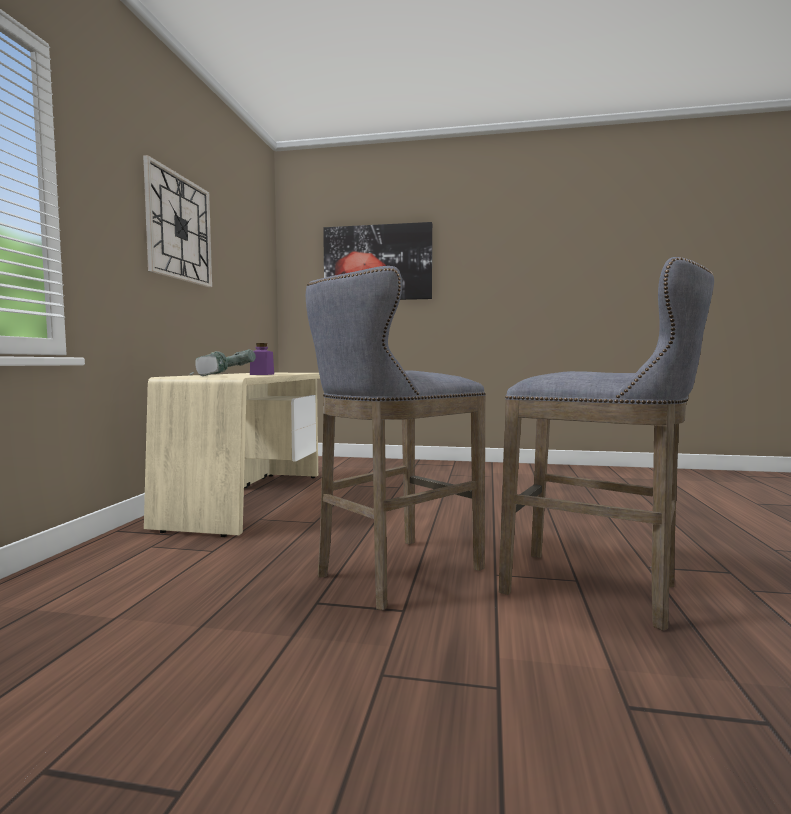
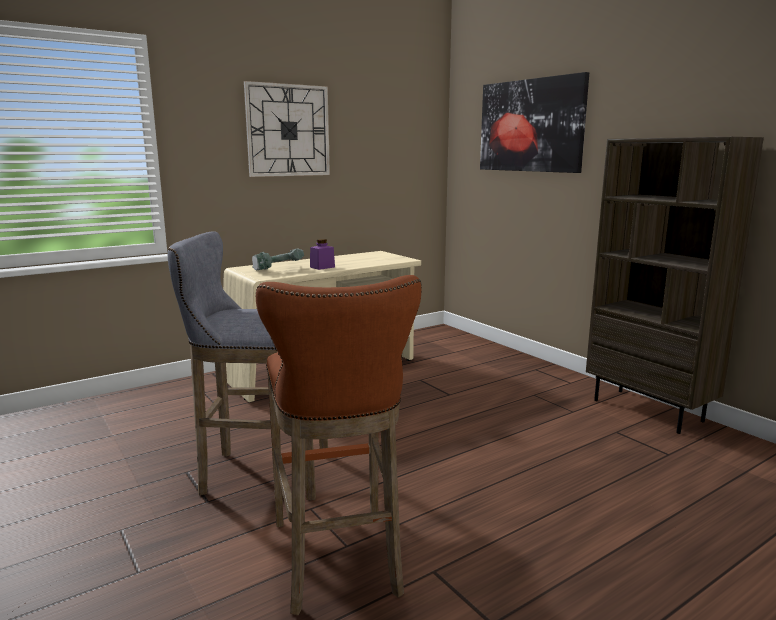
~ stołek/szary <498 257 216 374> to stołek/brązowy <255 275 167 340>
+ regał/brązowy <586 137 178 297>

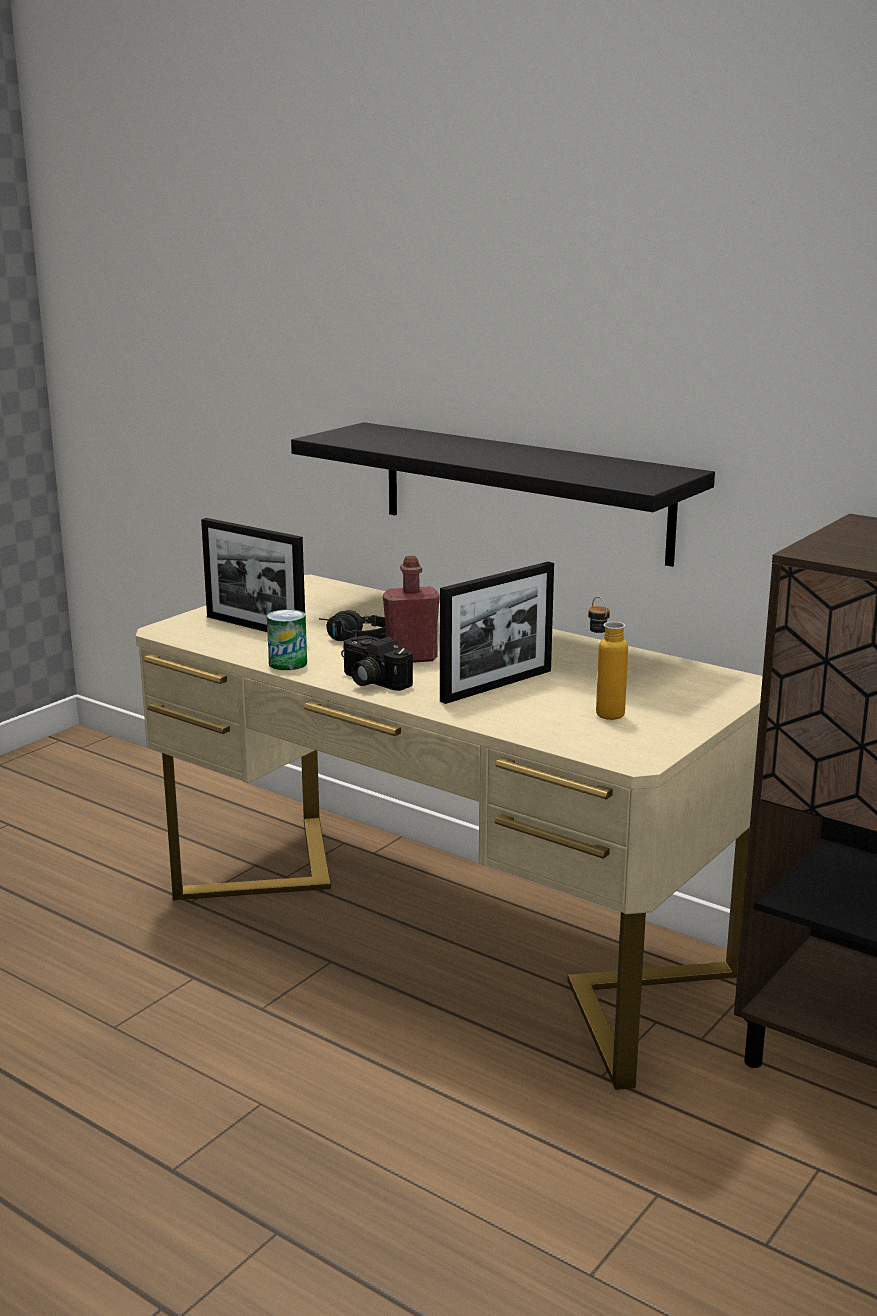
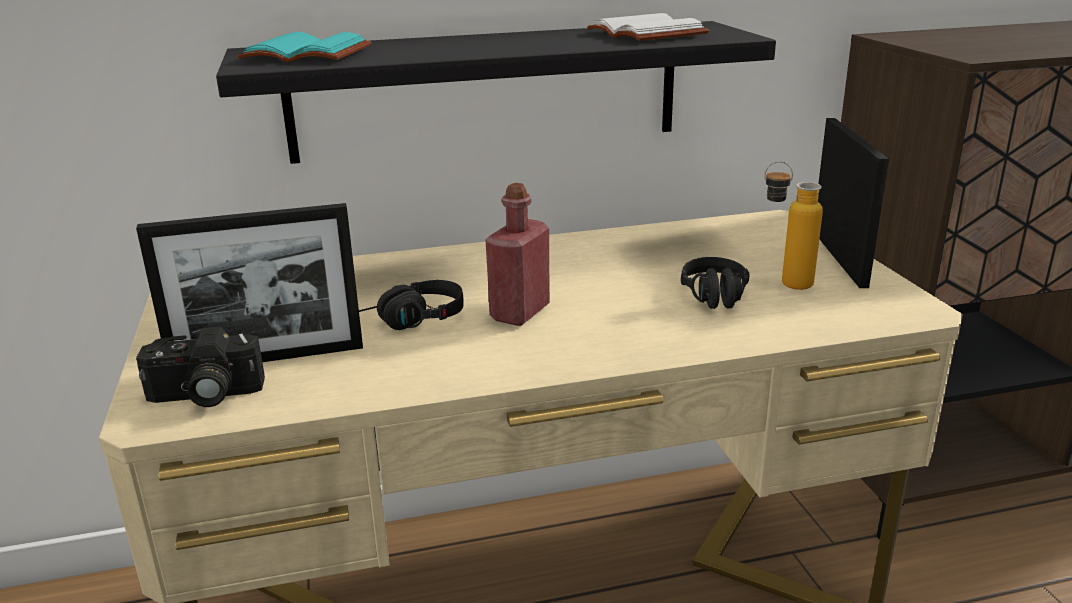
~ ramka na zdjęcie <440 561 114 143> to <818 118 71 170>
- puszka <267 609 40 61>
~ aparat fotograficzny <341 635 72 56> to <136 327 129 80>
+ książka/biały <587 13 122 28>
+ książka/turkusowy <238 32 133 30>
+ słuchawki/czarny <681 257 69 52>

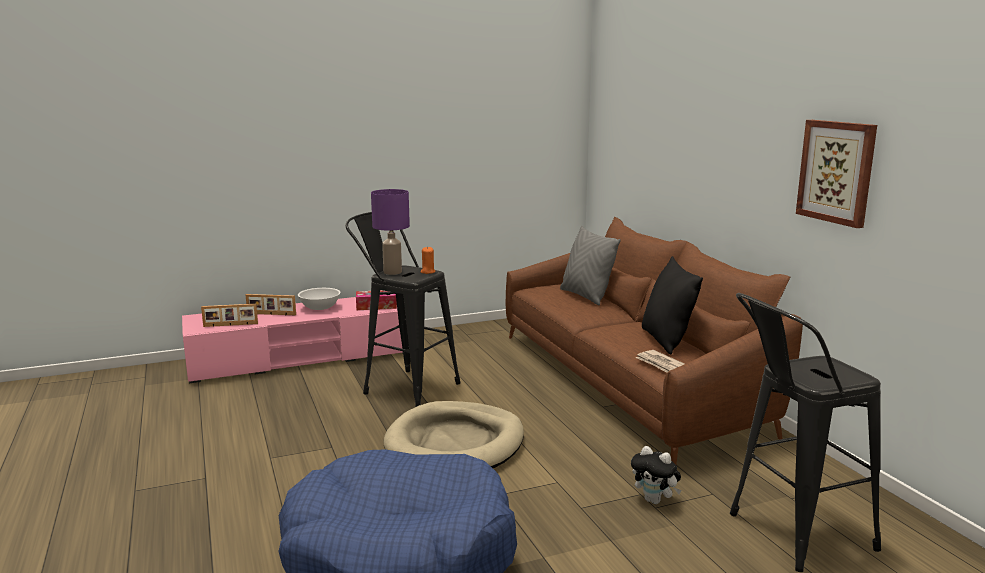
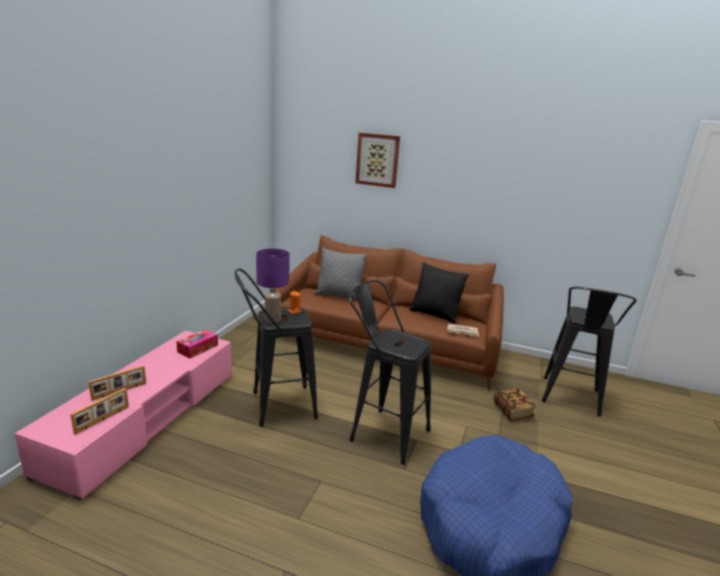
~ obraz <796 120 81 108> to <355 133 45 55>
- miska/biały <298 288 42 22>
~ legowisko/beżowy <384 401 140 67> to stołek/czarny <349 280 82 185>
~ pluszak <631 446 50 58> to książka <494 388 42 33>

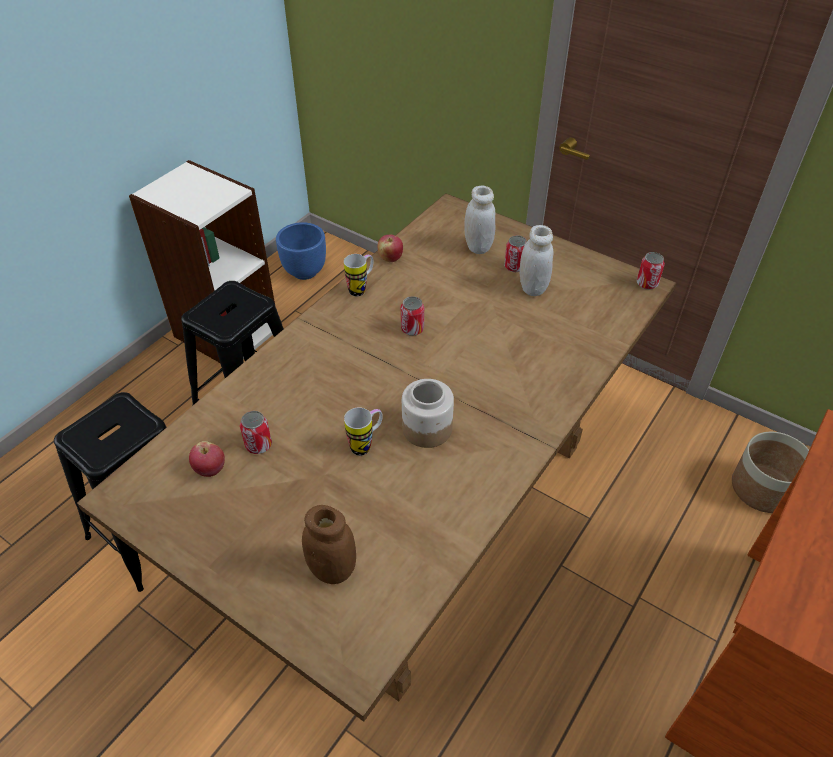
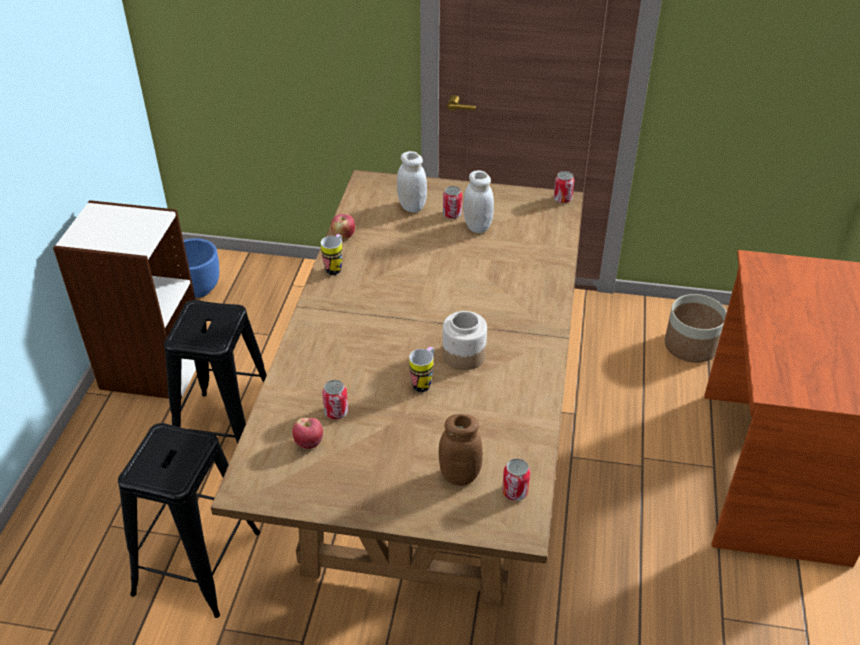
~ puszka <401 296 23 40> to <502 458 28 43>

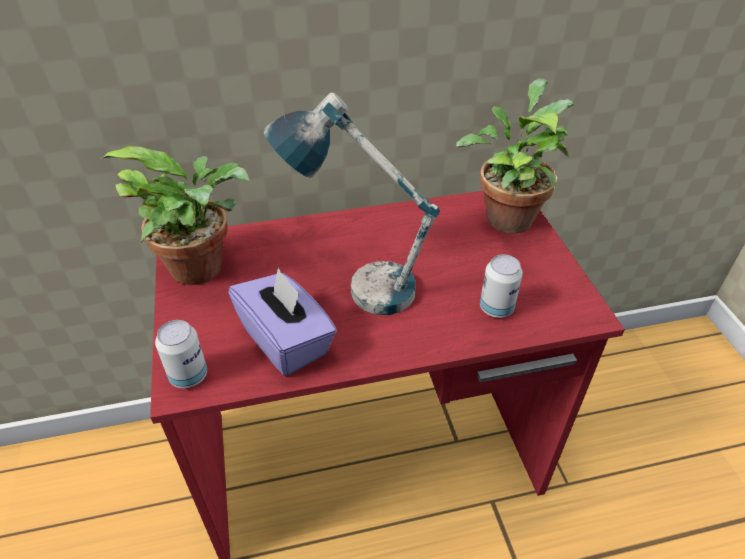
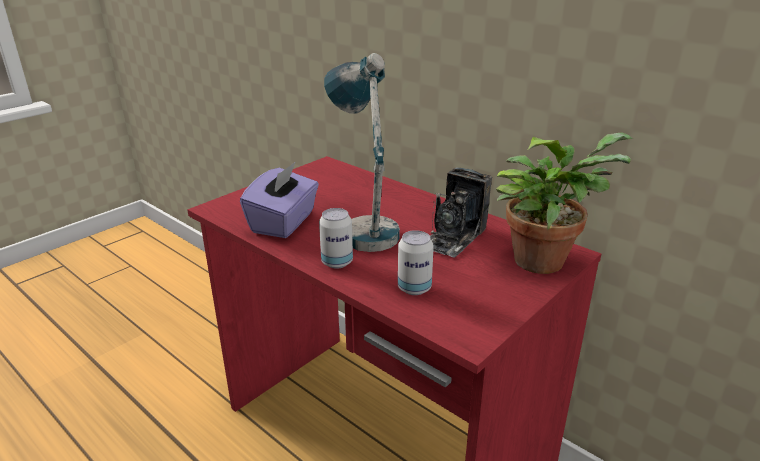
- roślina doniczkowa <100 146 149 139>
~ puszka <155 320 52 68> to <319 208 34 61>
+ aparat fotograficzny <430 167 62 90>

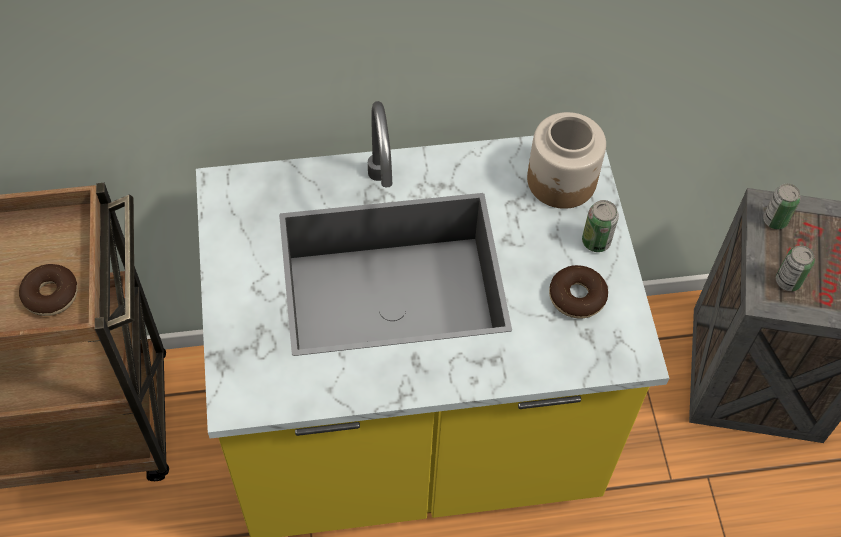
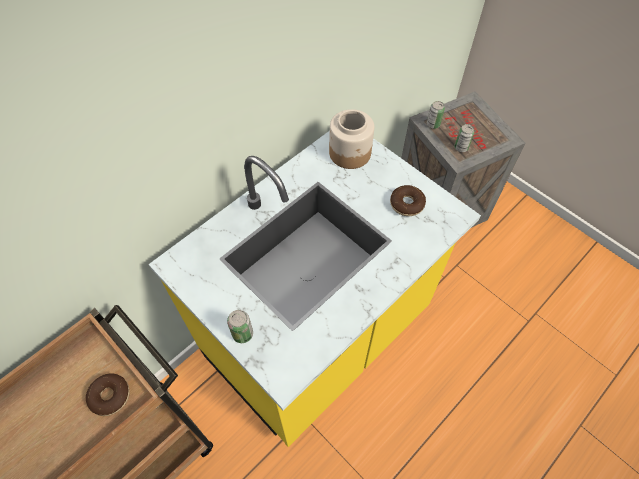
~ puszka <582 200 37 52> to <227 310 26 33>

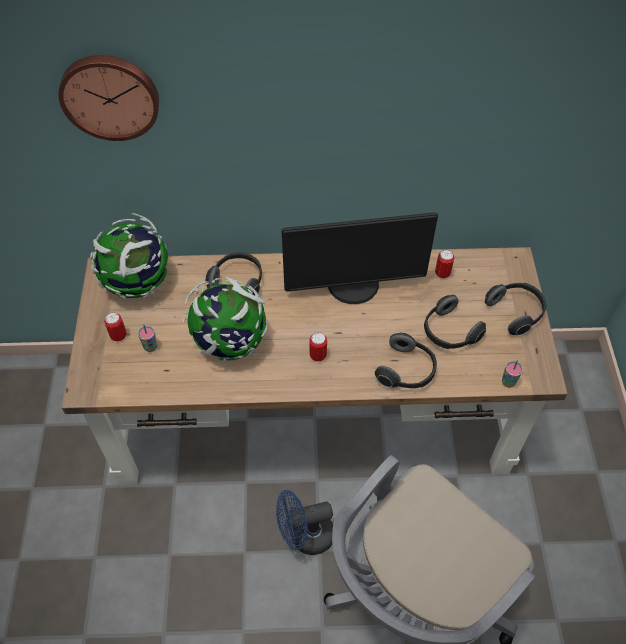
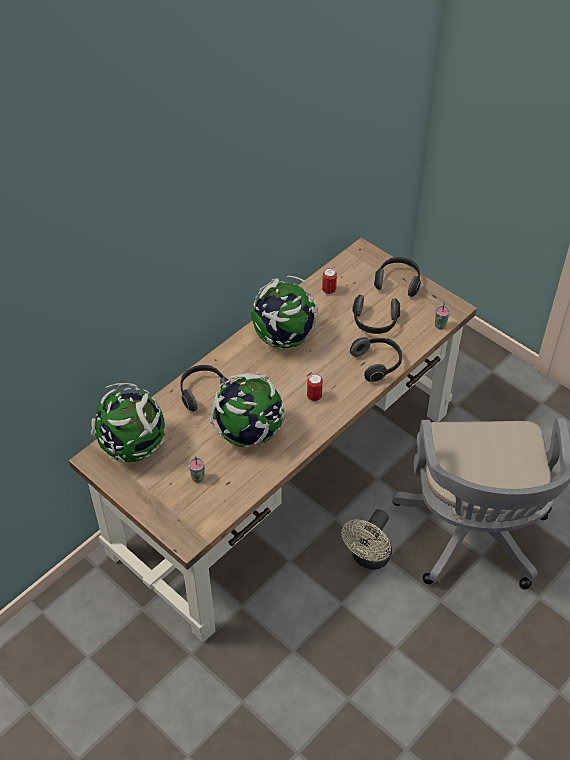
- zegar ścienny <58 55 101 86>
~ monitor <281 212 157 92> to globus <251 276 68 73>
- puszka <104 312 23 30>
~ wentylator/niebieski <276 490 57 65> to wentylator/beżowy <341 509 51 61>

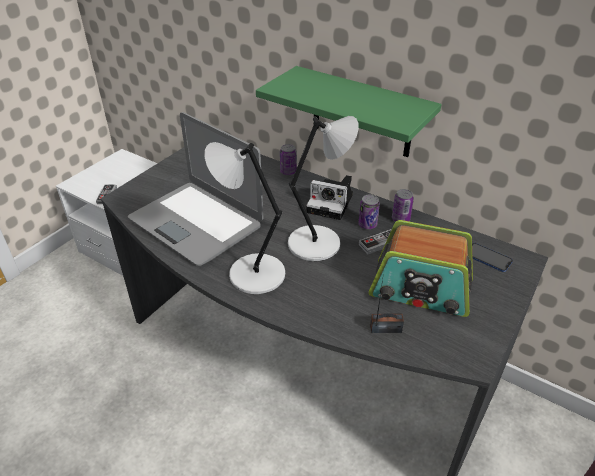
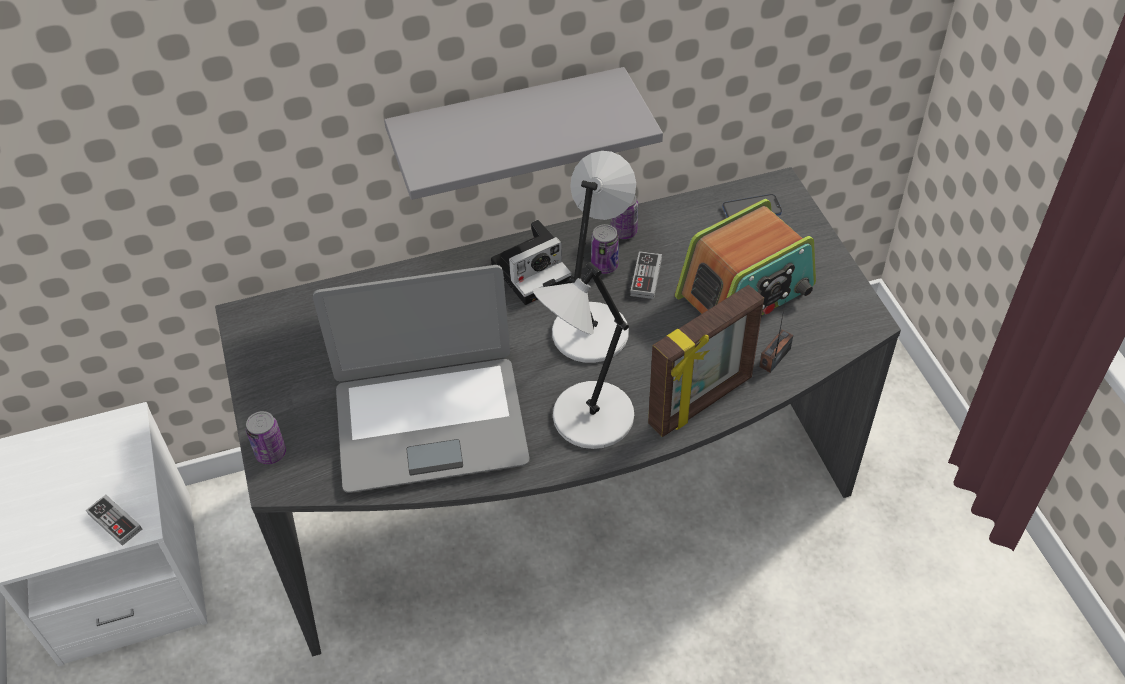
~ półka/zielony <256 66 186 91> to półka/szary <384 67 279 133>
~ puszka <280 144 17 31> to <246 411 40 53>
+ ramka na zdjęcie <648 285 116 152>

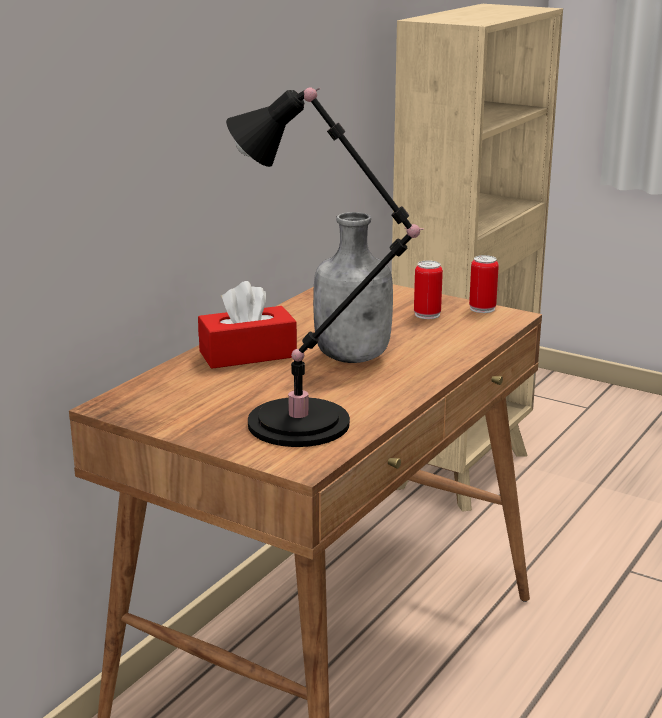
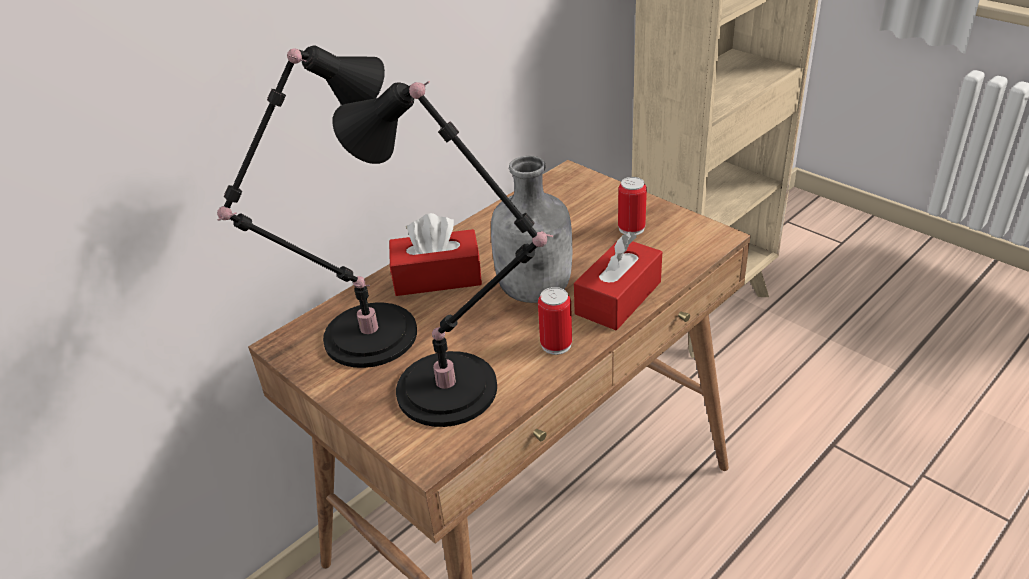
~ puszka <469 255 30 58> to <538 287 34 68>
+ lampa stołowa/czarny <217 46 200 322>
+ pudełko chusteczek/czerwony <574 232 88 98>

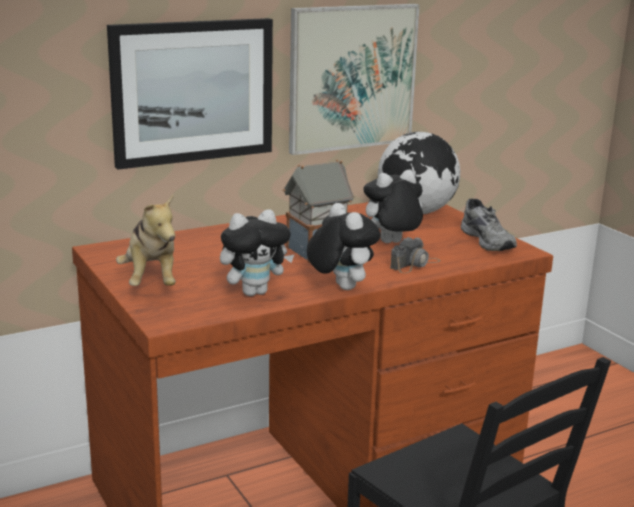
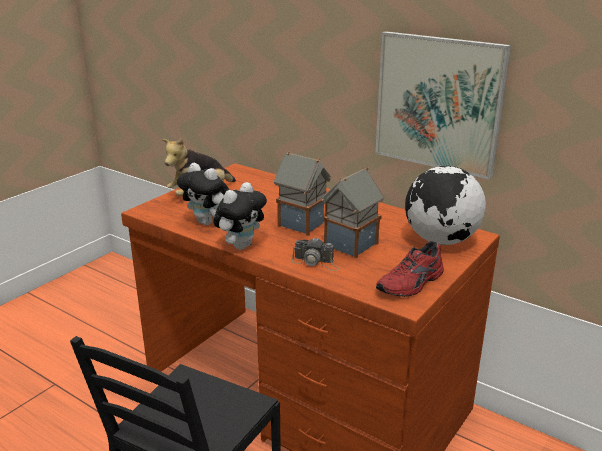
- obraz <107 18 166 152>
~ pluszak <364 169 59 74> to domek <321 167 63 91>
~ but/szary <461 199 56 52> to but/czerwony <376 241 68 56>

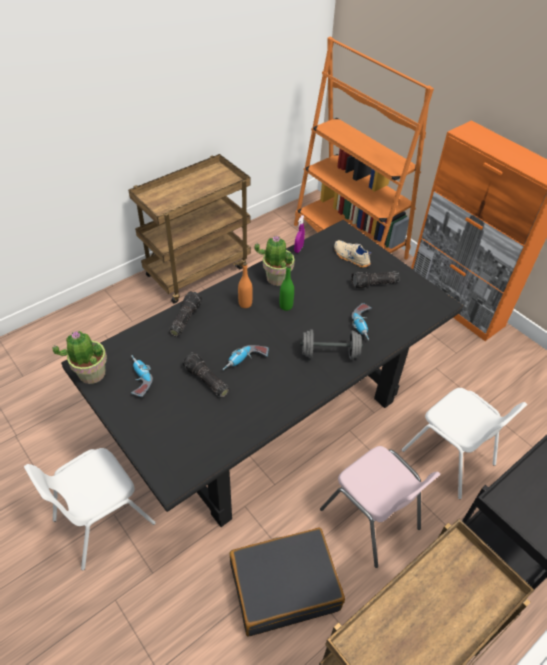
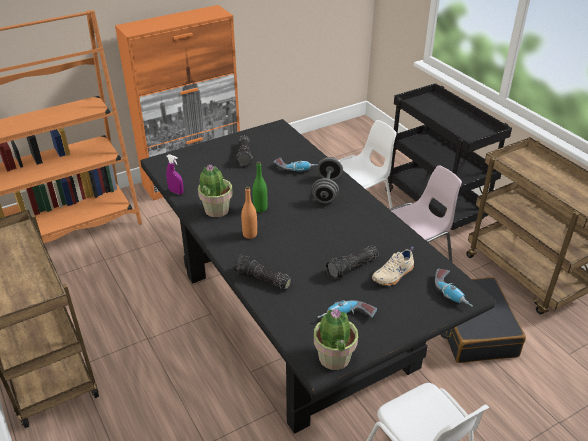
~ but/beżowy <334 240 37 28> to <372 247 42 39>
~ wiertarka <223 345 46 25> to <435 269 38 38>

